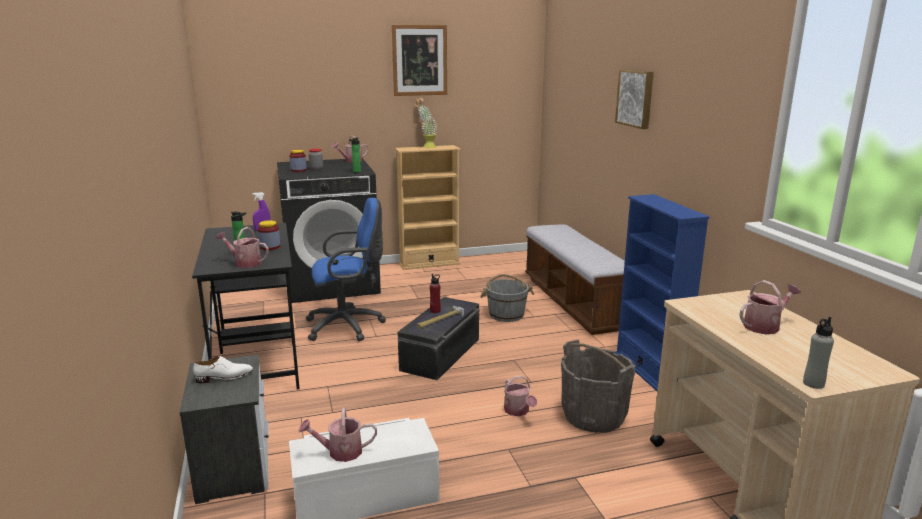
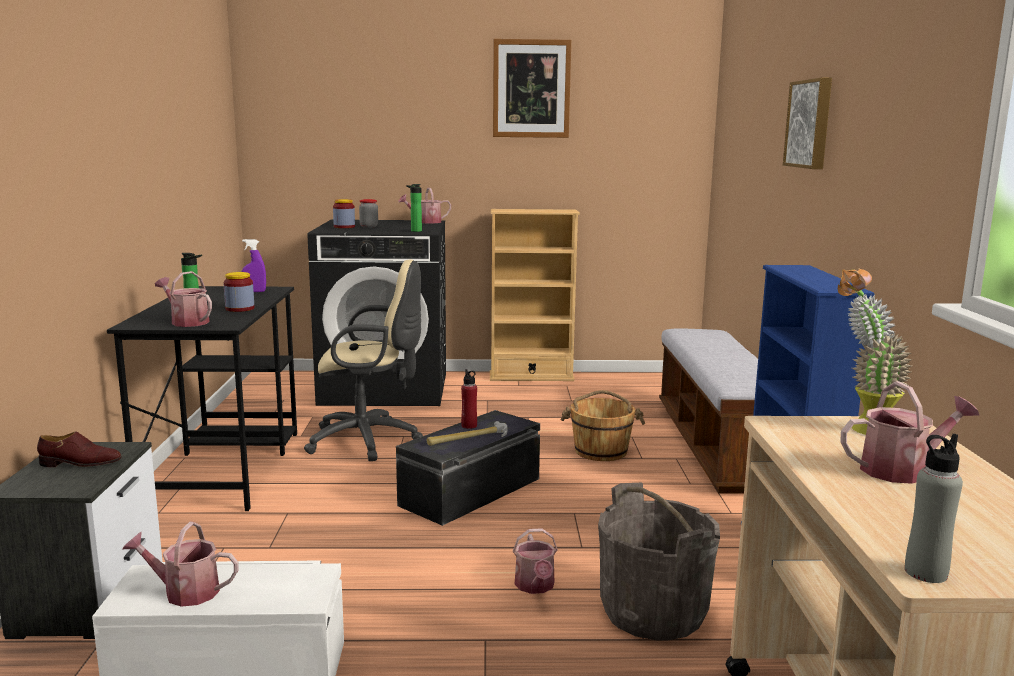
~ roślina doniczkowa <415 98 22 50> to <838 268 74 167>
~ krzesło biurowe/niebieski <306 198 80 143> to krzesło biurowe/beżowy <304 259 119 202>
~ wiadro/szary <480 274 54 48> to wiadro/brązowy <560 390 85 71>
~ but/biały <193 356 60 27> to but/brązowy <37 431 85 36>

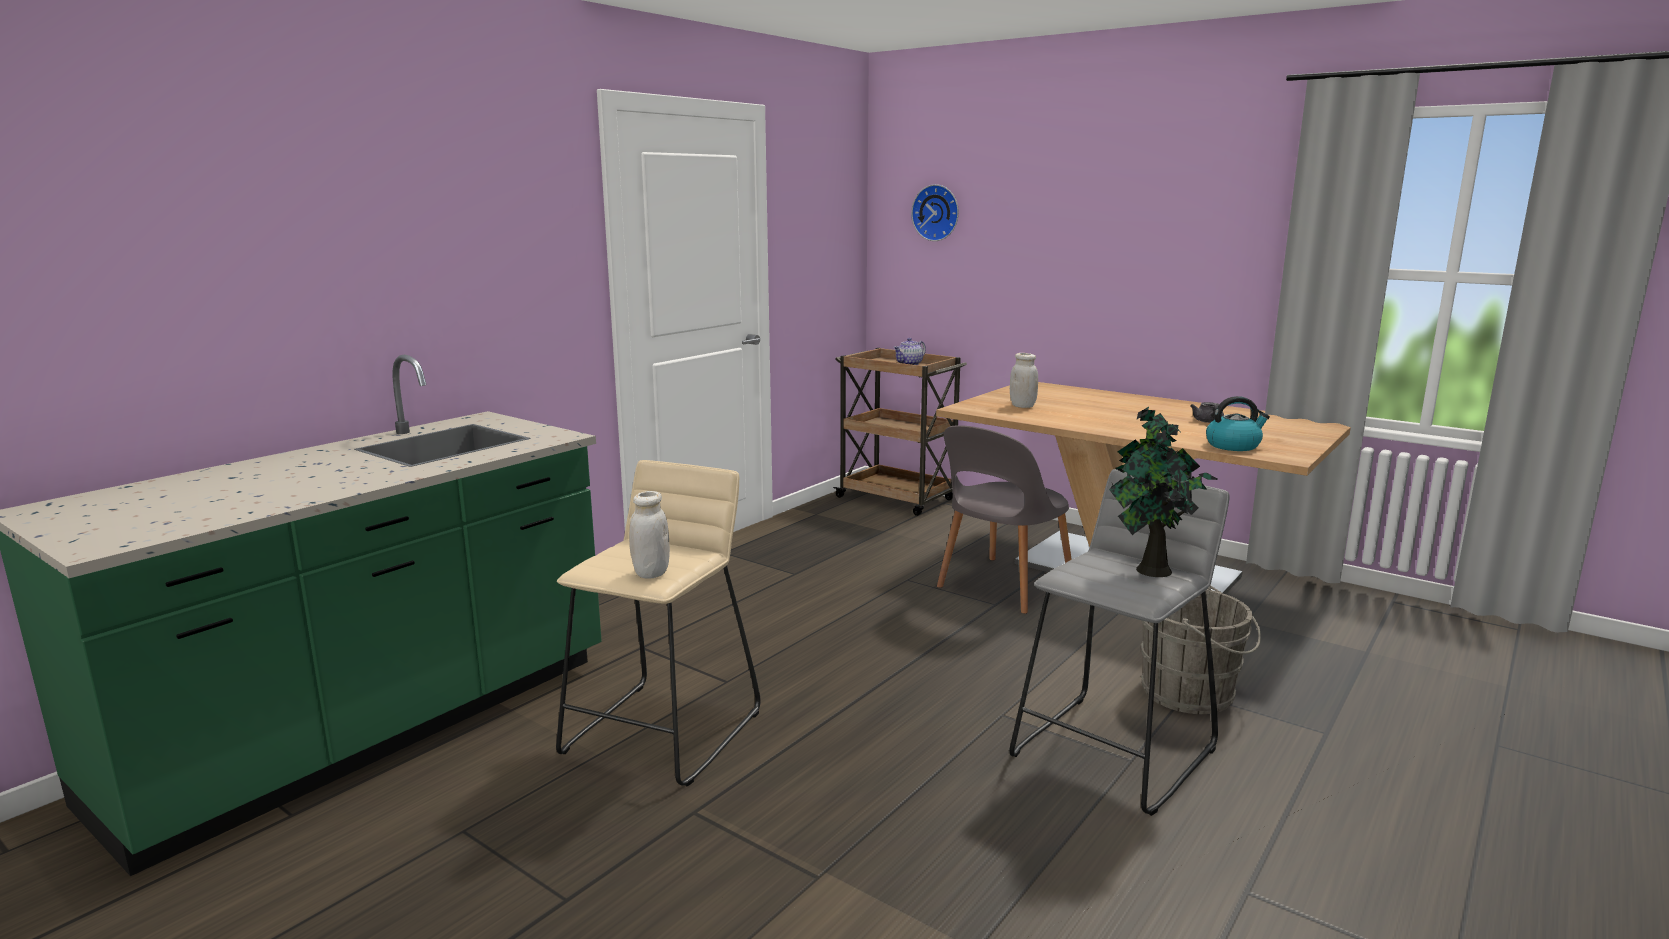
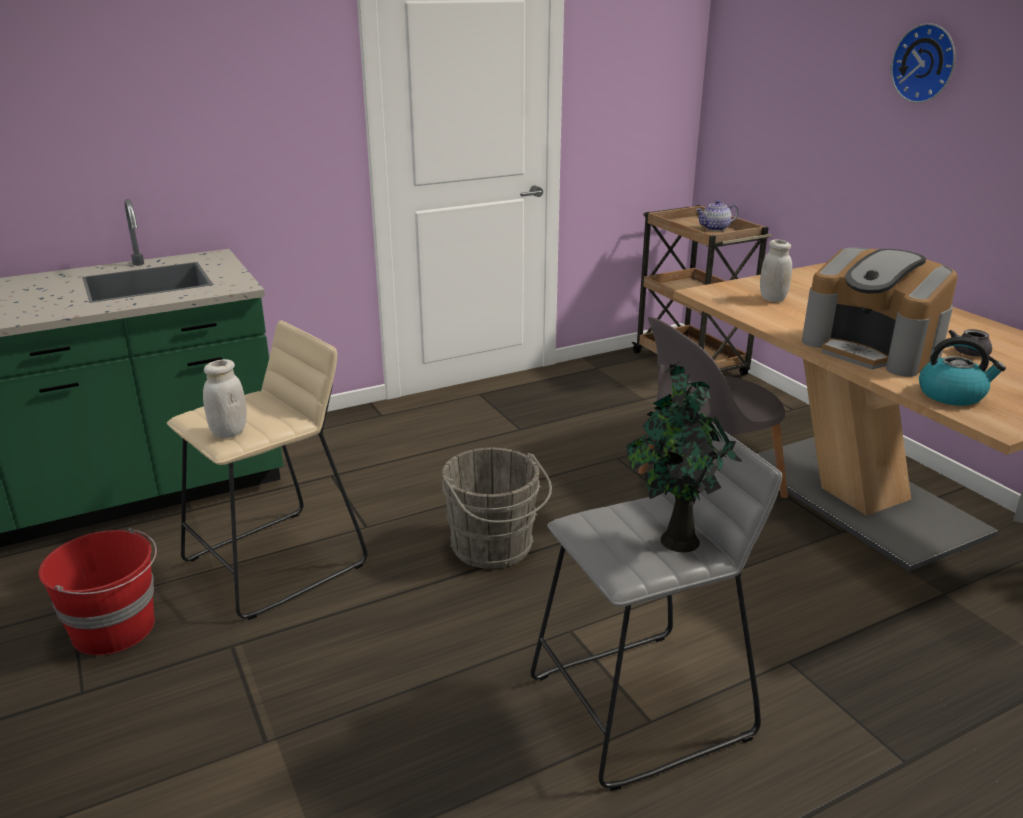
~ zegar ścienny <911 184 48 57> to <891 23 64 80>
~ wiadro/szary <1141 585 120 129> to <442 448 110 121>
+ ekspres do kawy <802 247 156 130>
+ wiadro/czerwony <39 528 118 127>

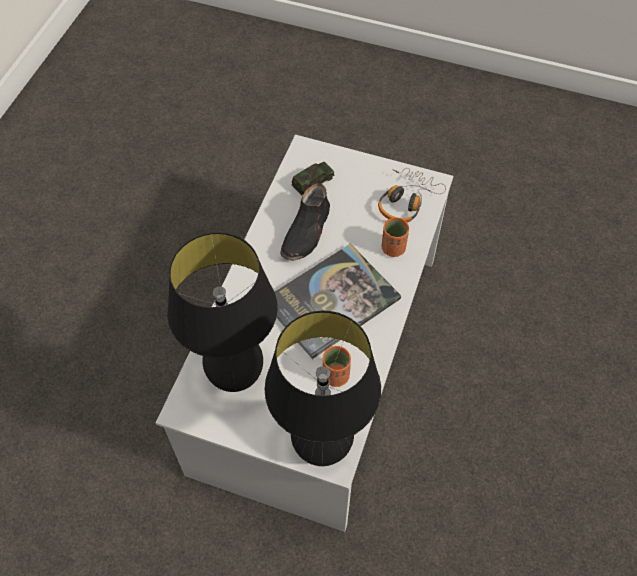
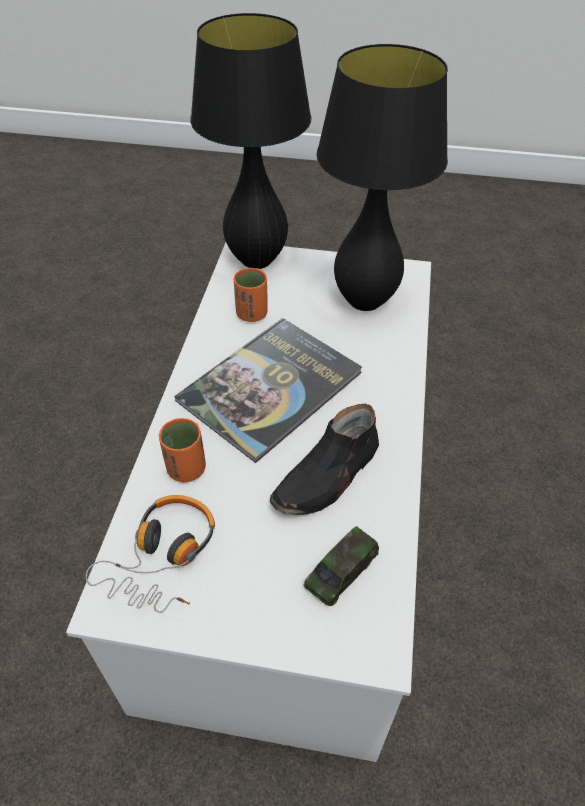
~ but/czarny <280 183 50 78> = <270 404 109 111> 150 degrees counterclockwise

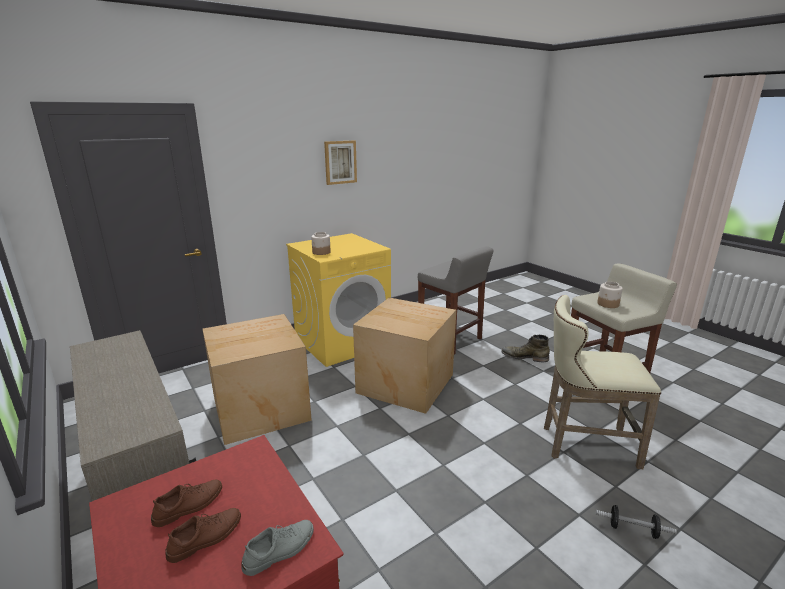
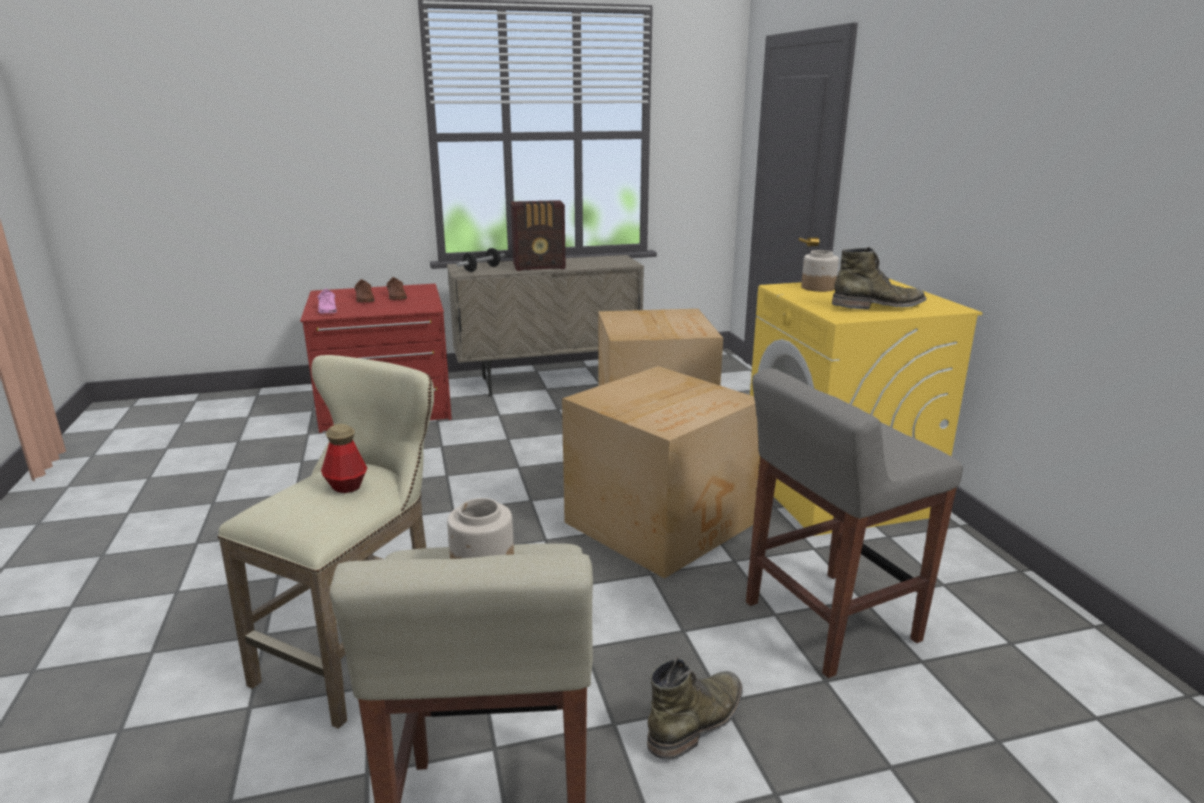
- obraz <324 141 33 44>
~ hantel <596 505 81 34> to <456 248 49 24>
~ but/szary <241 520 73 56> to but/różowy <318 289 19 24>
+ radio <511 200 55 71>
+ but z cholewką/zielony <832 247 95 63>
+ butelka <321 424 46 69>

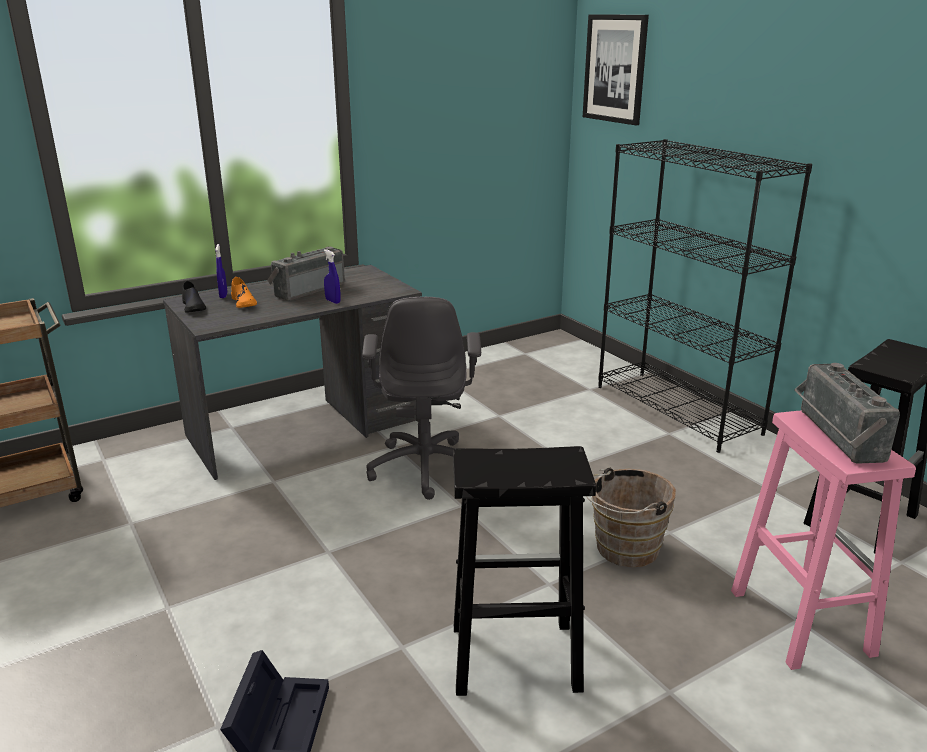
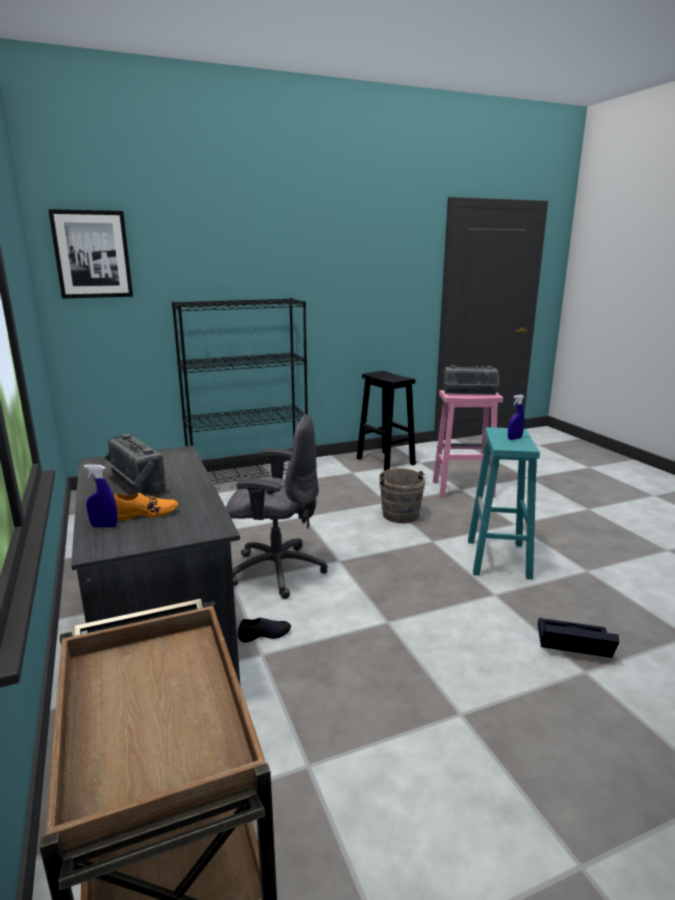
~ spryskiwacz/niebieski <324 249 17 55> to <508 395 16 45>
~ but/czarny <182 281 24 32> to <238 618 53 24>
~ stołek/czarny <453 446 143 250> to stołek/turkusowy <468 427 72 153>

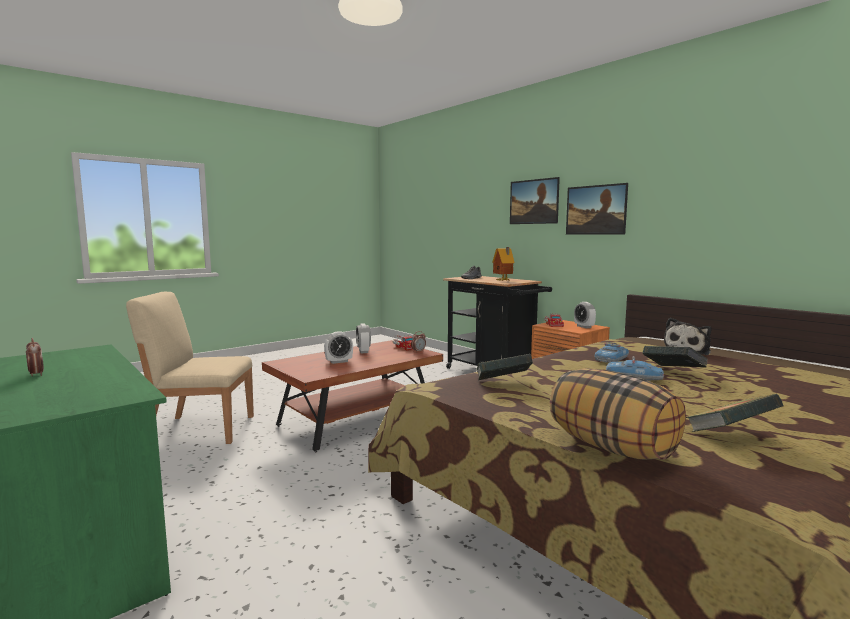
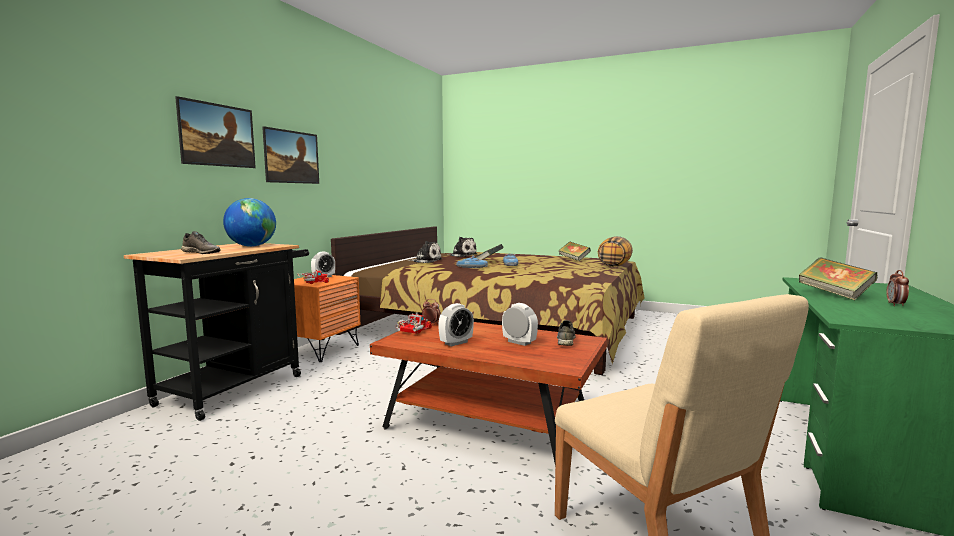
~ domek <492 247 23 34> to globus <223 198 53 49>
~ książka <476 354 57 27> to <799 257 78 43>
+ pluszak <447 237 30 20>
+ but/szary <557 320 18 26>

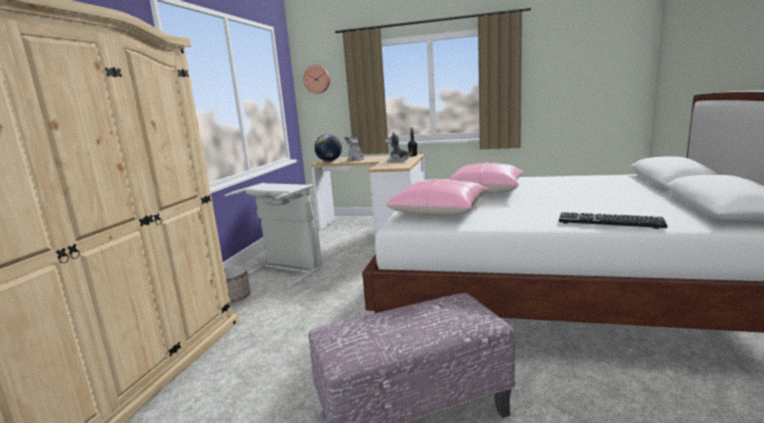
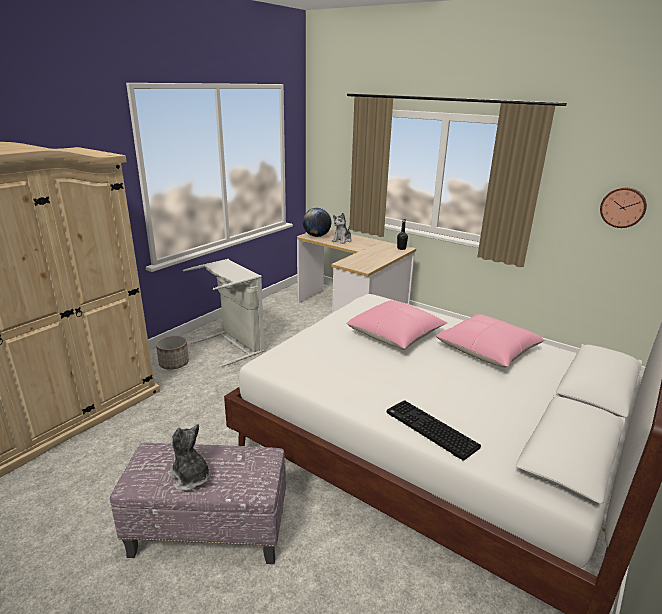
~ zegar ścienny <303 65 27 28> to <600 187 47 41>
~ pluszak <385 132 28 30> to <167 424 44 67>
~ poduszka/różowy <386 179 102 37> to <436 314 108 53>

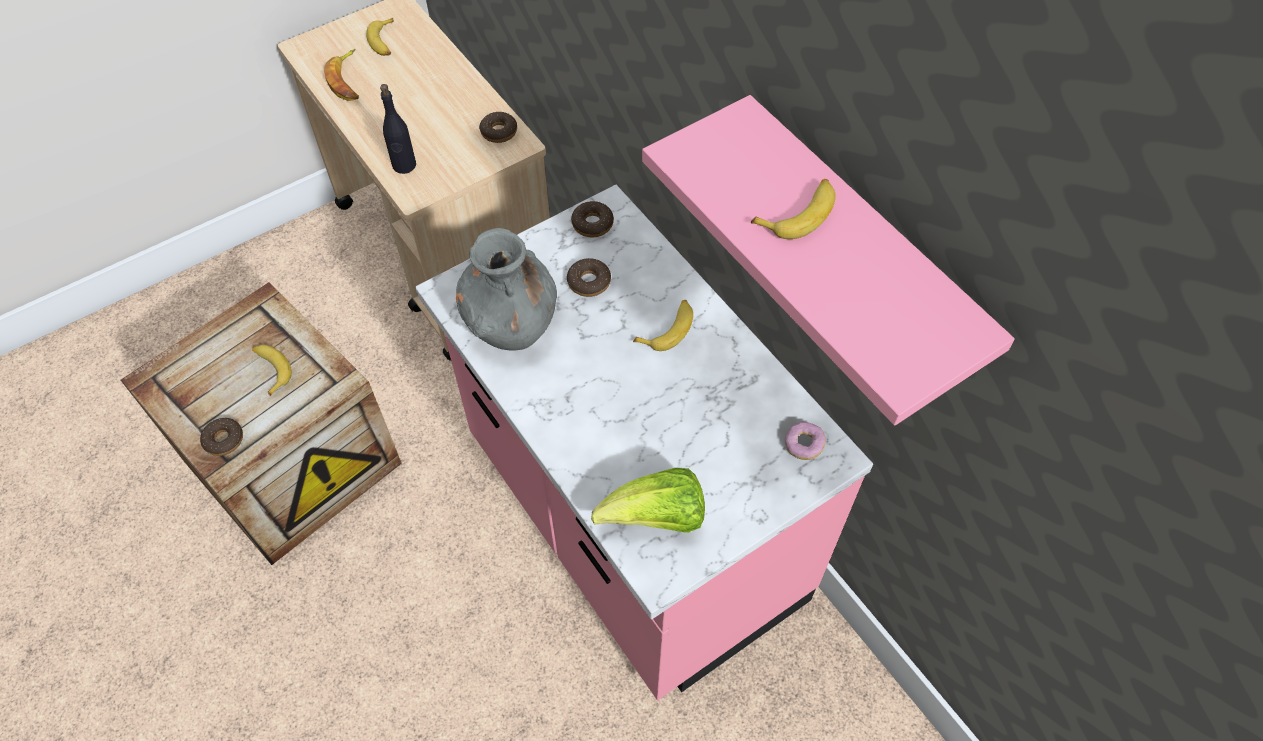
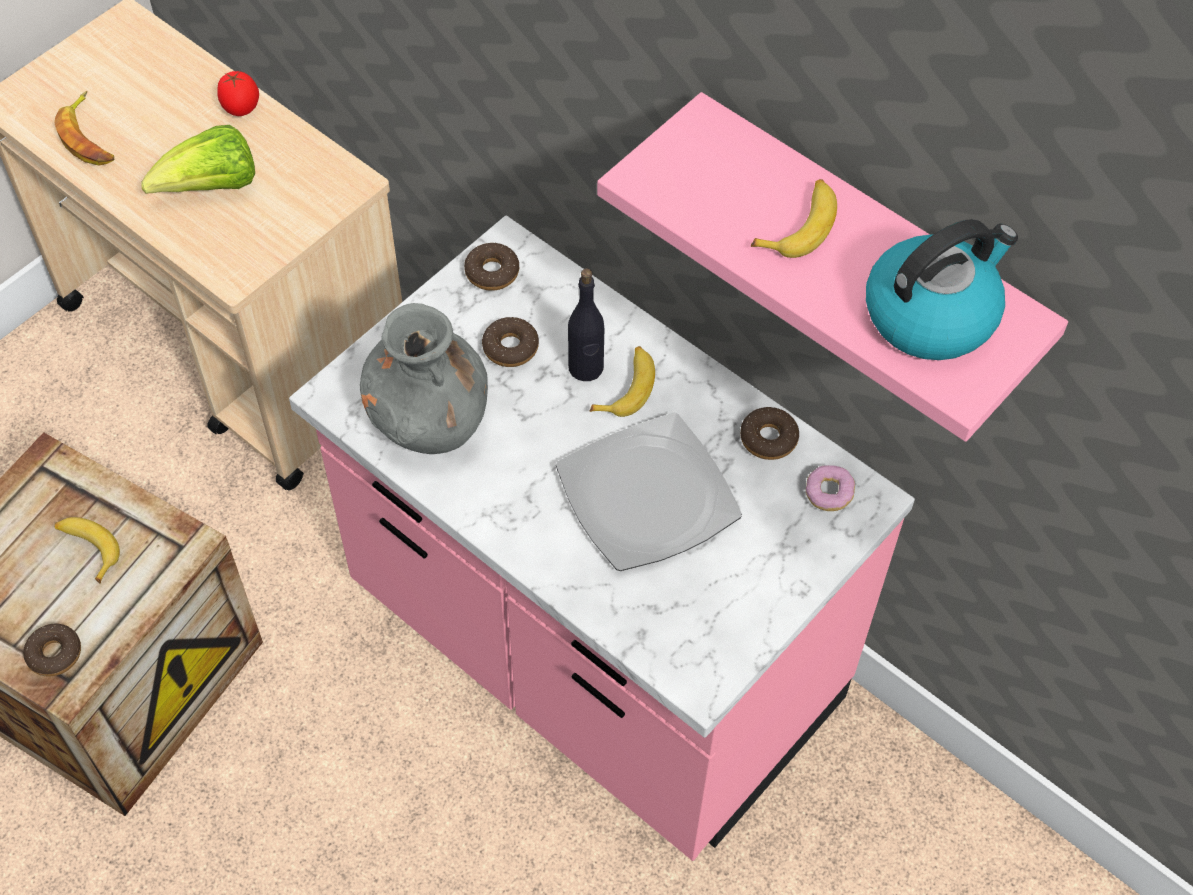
- banan <366 17 28 39>
~ butelka/czarny <380 84 36 90> to <568 268 36 113>
~ donut <479 112 38 31> to <740 407 59 53>
~ sałata <591 468 114 65> to <141 125 114 69>
+ pomidor <217 71 42 45>
+ czajnik <866 219 152 141>
+ talerz <556 412 186 159>

